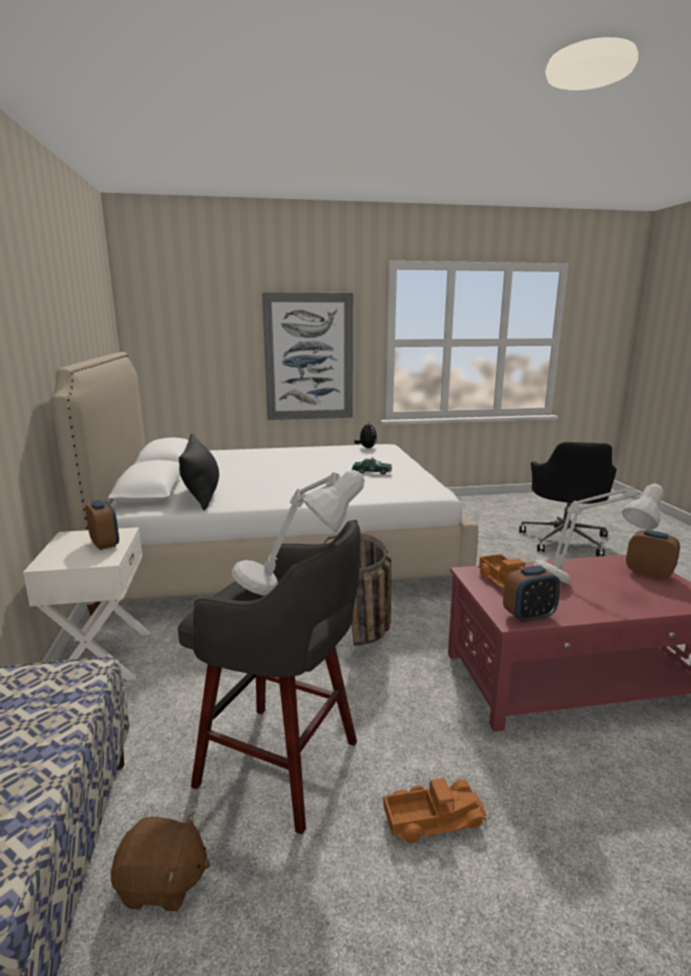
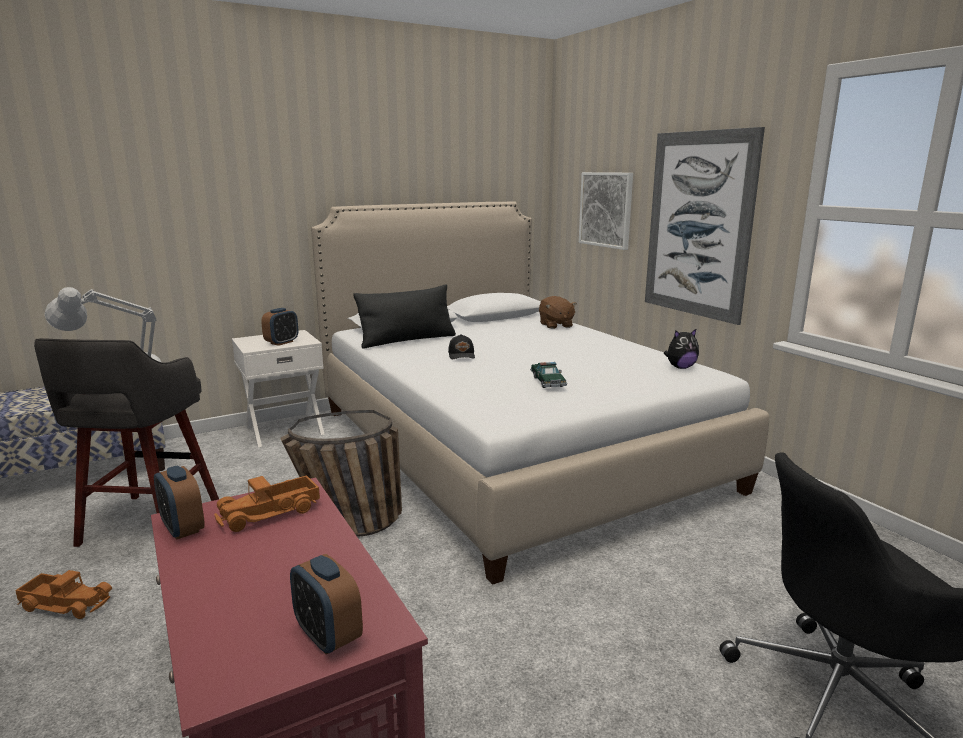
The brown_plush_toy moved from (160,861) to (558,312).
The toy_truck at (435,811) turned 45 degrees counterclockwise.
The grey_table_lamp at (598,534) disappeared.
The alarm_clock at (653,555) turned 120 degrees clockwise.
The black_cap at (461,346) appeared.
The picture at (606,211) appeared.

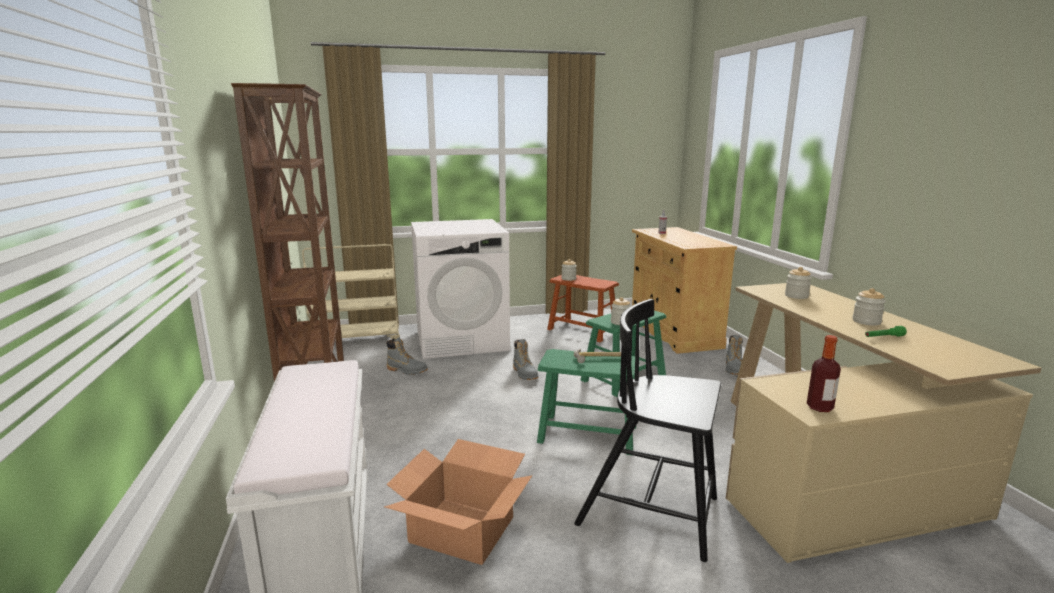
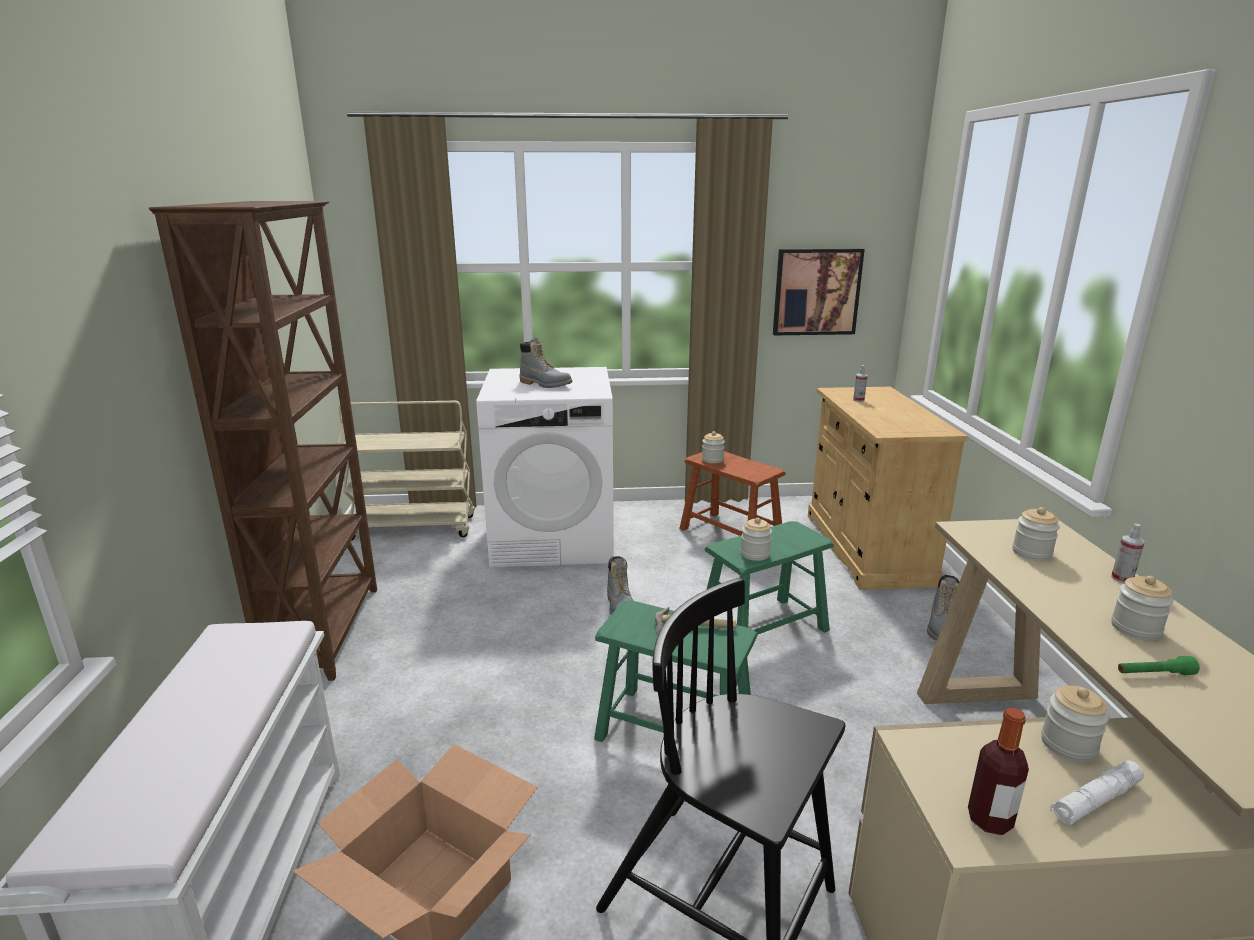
The grey_boot moved from (407,356) to (546,362).
The picture at (819,292) appeared.
The jar at (1075,724) appeared.
The white_flashlight at (1097,793) appeared.
The spray_bottle at (1128,553) appeared.

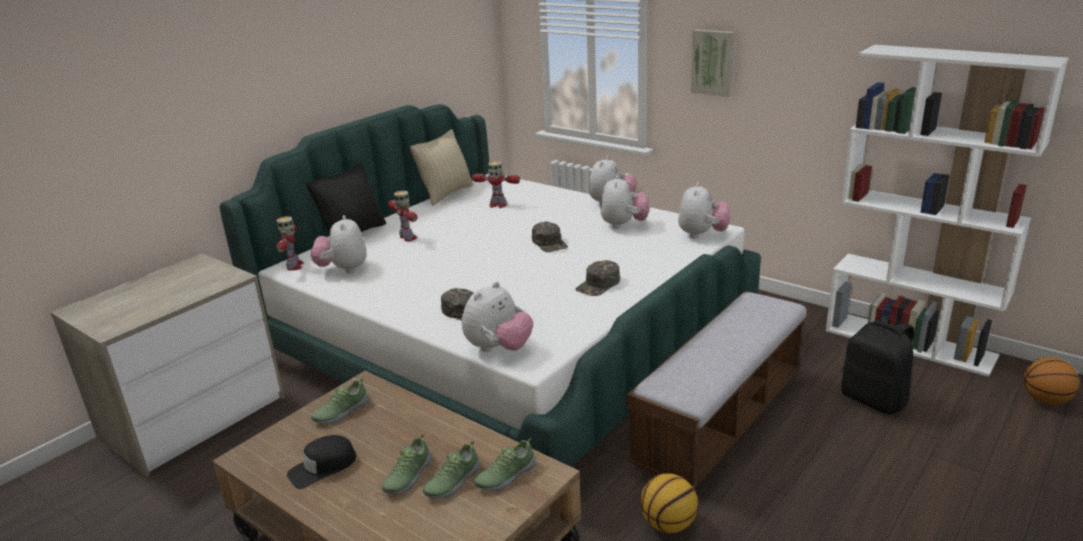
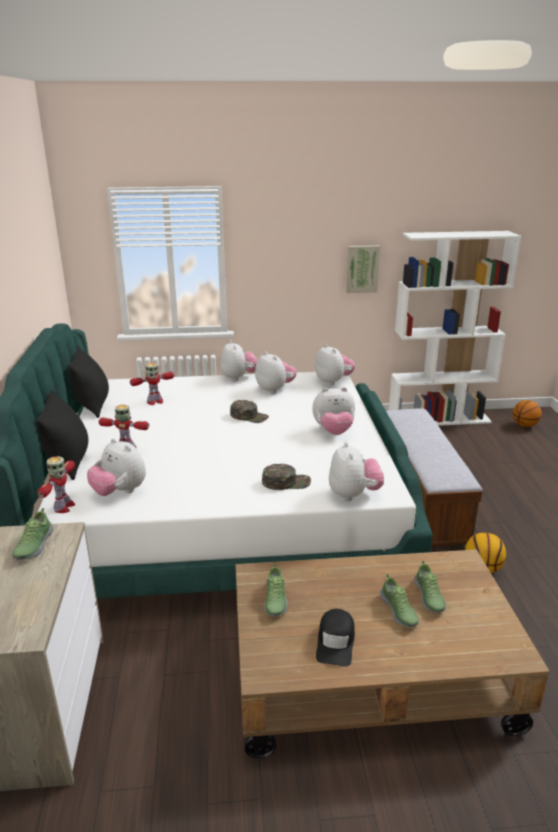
The toy_robot at (290,243) turned 60 degrees clockwise.
The beige_pillow at (441,167) became the black_pillow at (88,381).
The shoe moved from (505,464) to (32,534).
The green_cap at (597,278) was replaced by the plush_toy at (333,411).
The picture moved from (713,63) to (363,269).
The black_backpack at (878,364) disappeared.

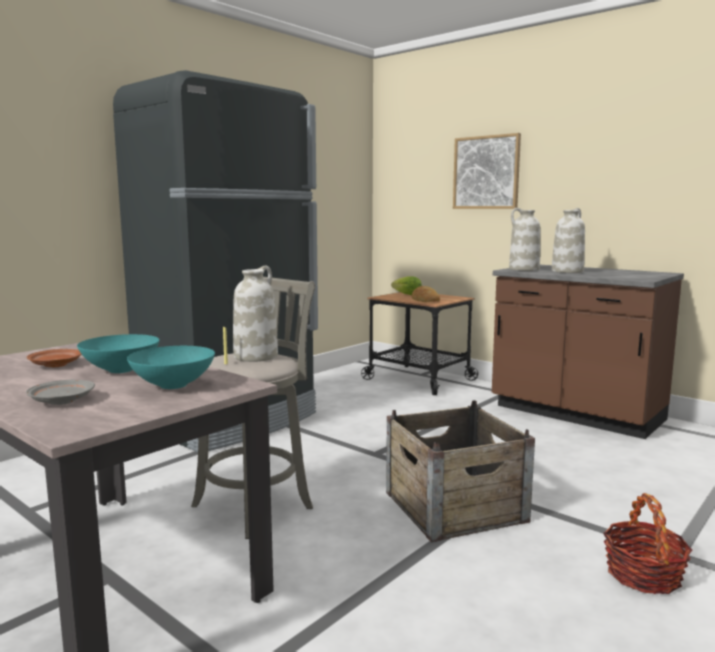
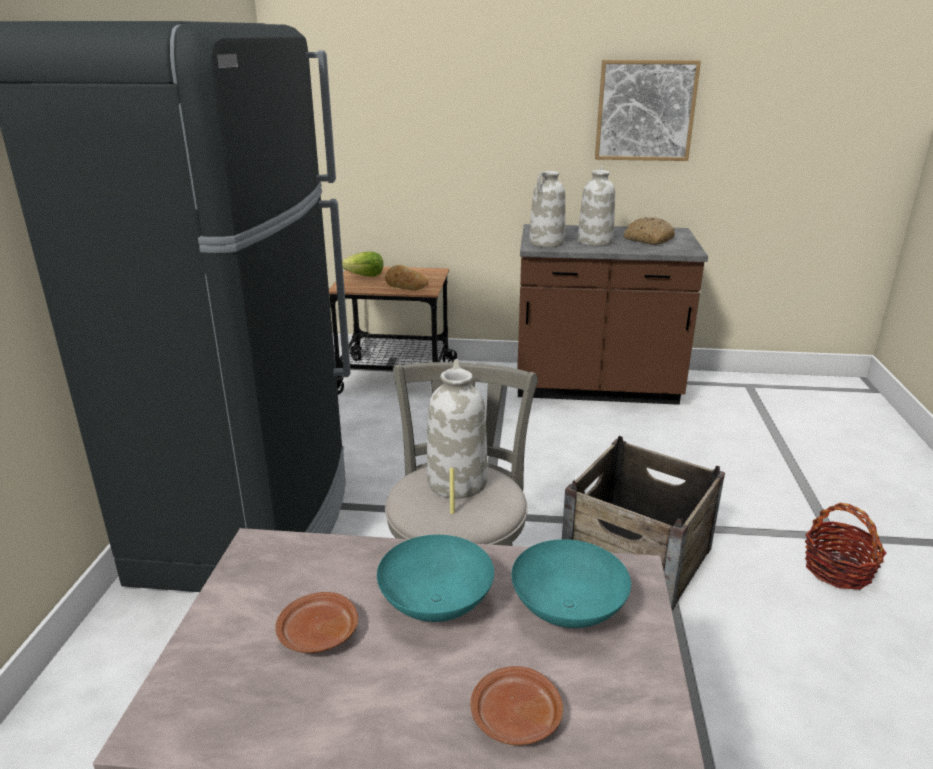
The grey_plate at (60,392) became the brown_plate at (516,705).
The picture moved from (487,171) to (648,110).
The bread at (649,231) appeared.

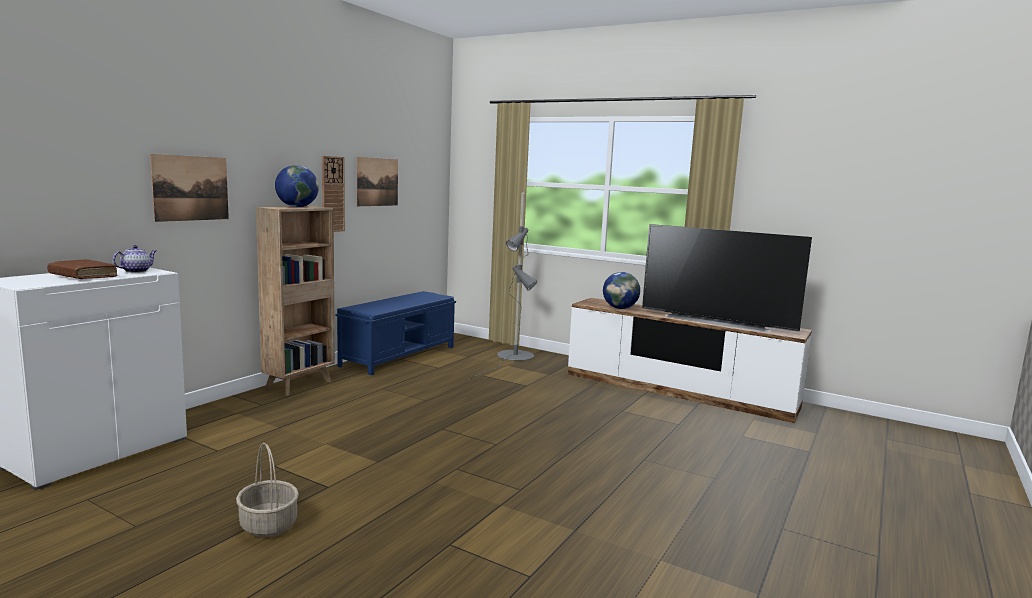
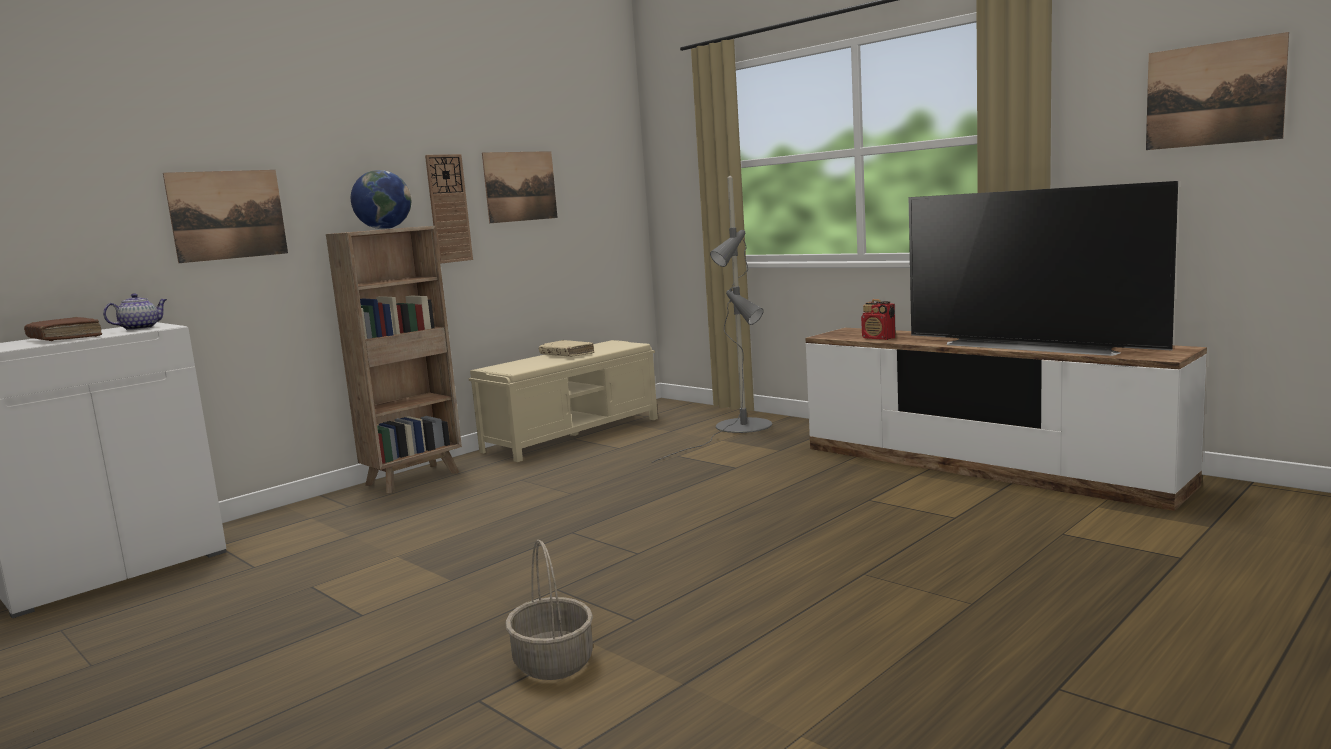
The basket moved from (267,490) to (549,610).
The blue_bench at (395,333) became the beige_bench at (563,401).
The globe at (621,290) was replaced by the radio at (878,319).
The beige_book at (566,348) appeared.
The picture at (1217,91) appeared.

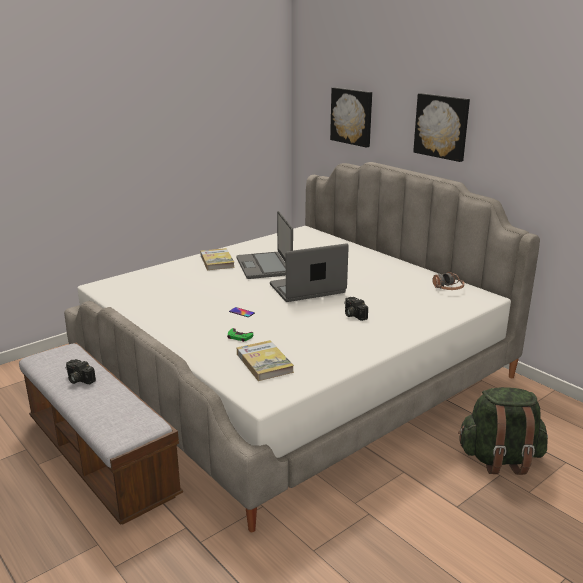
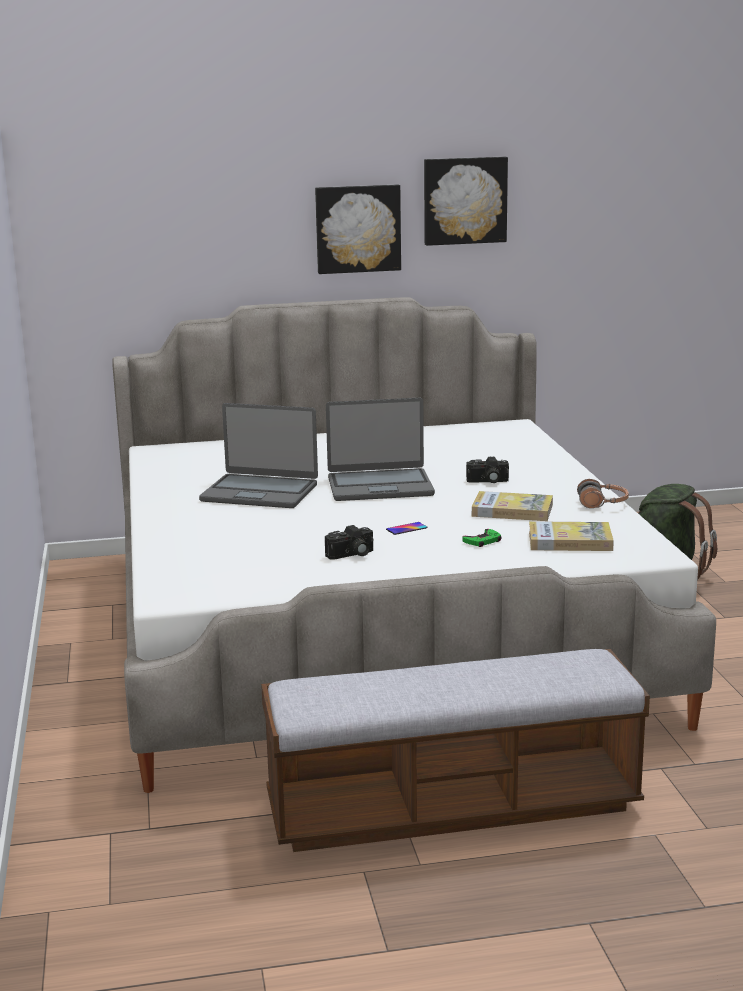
The photo_camera moved from (80,371) to (349,542).
The book moved from (217,259) to (512,506).
The laptop at (309,272) turned 105 degrees counterclockwise.
The picture moved from (351,117) to (466,201).
The headphones moved from (448,281) to (603,493).

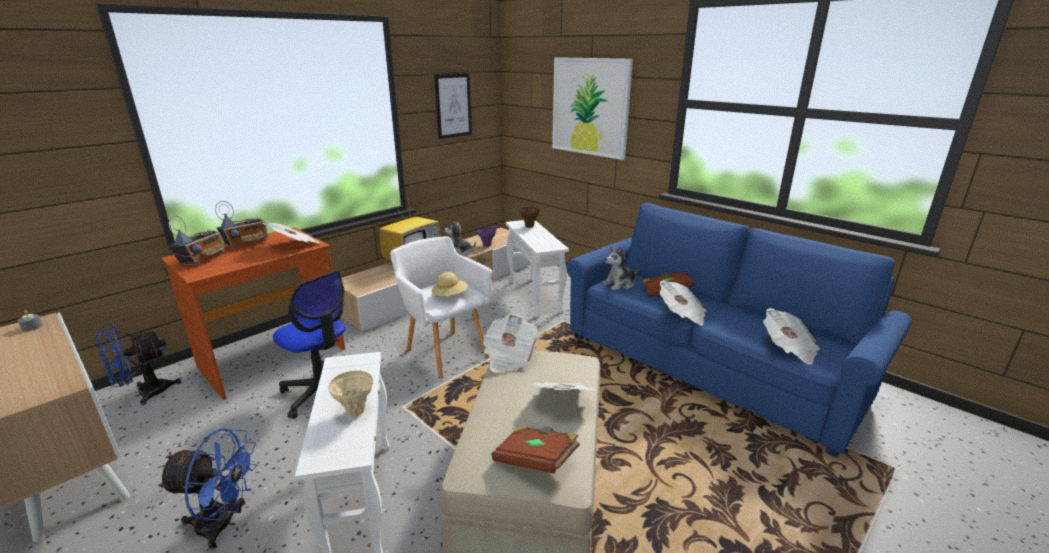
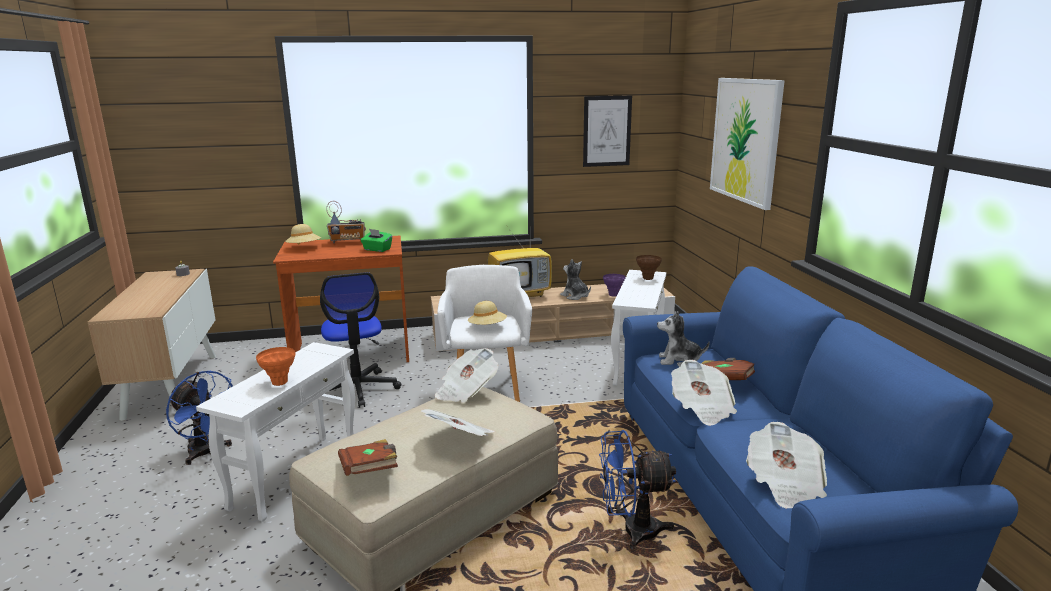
The blue_fan moved from (138,364) to (637,489).
The radio at (196,241) was replaced by the beige_hat at (303,234).
The newspaper at (291,233) was replaced by the green_tissue_box at (376,240).
The beige_vase at (350,394) became the orange_vase at (275,366).

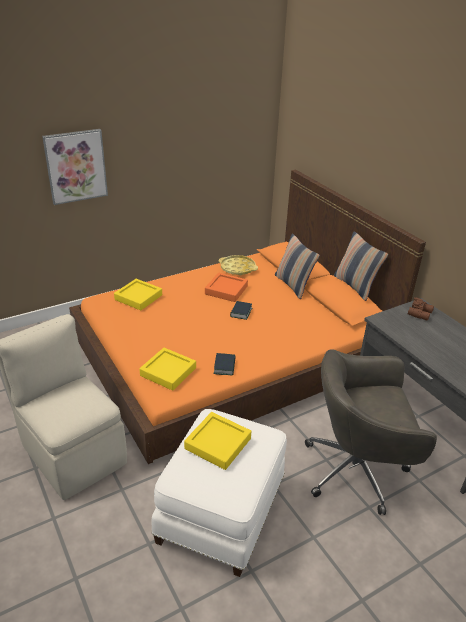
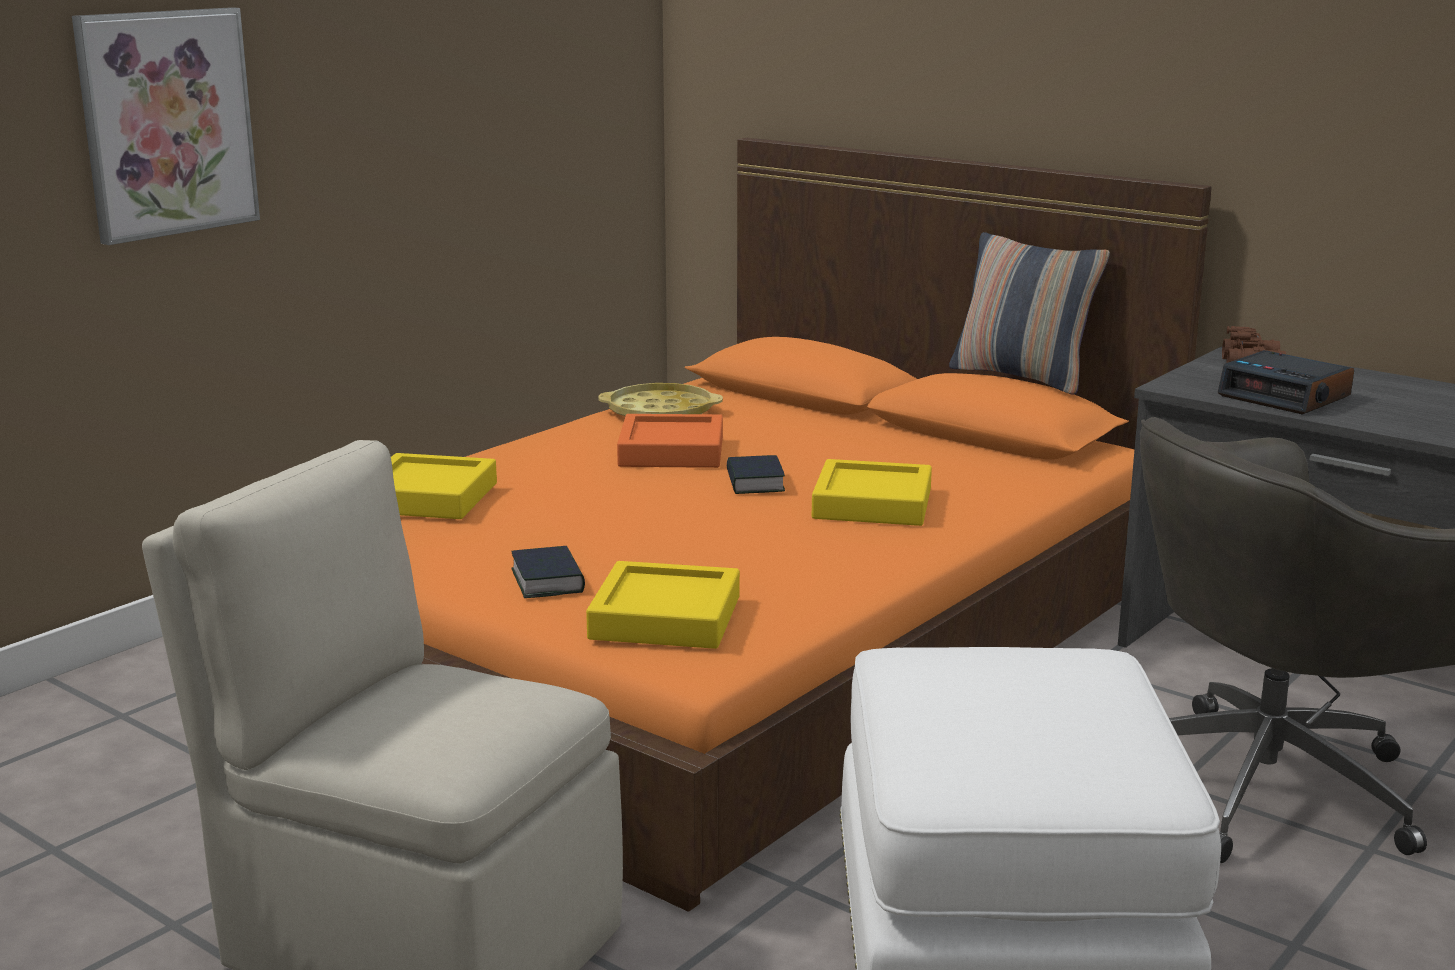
The yellow_tray moved from (217,441) to (872,492).
The book moved from (224,364) to (548,572).
The pillow at (297,266) disappeared.
The alarm_clock at (1286,382) appeared.

